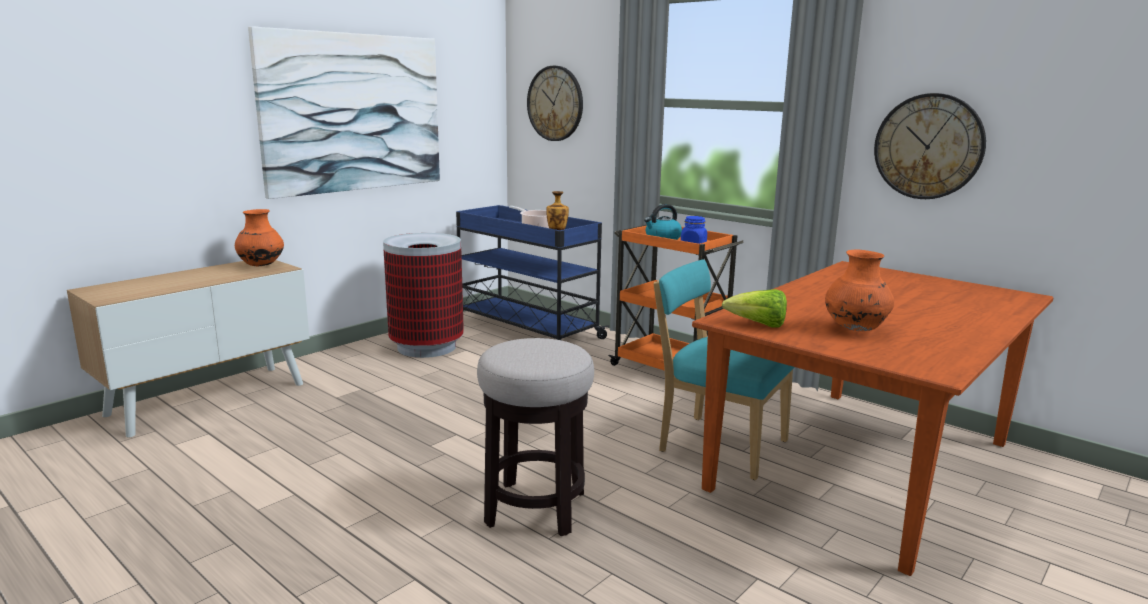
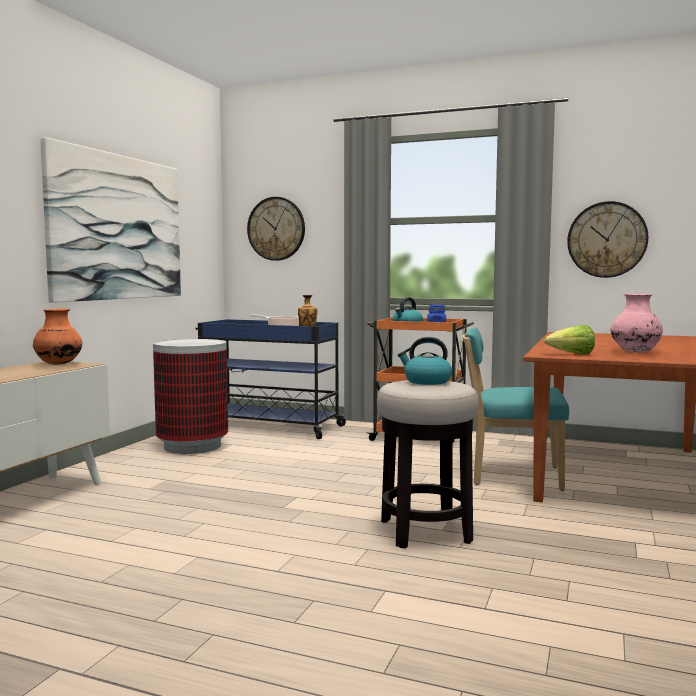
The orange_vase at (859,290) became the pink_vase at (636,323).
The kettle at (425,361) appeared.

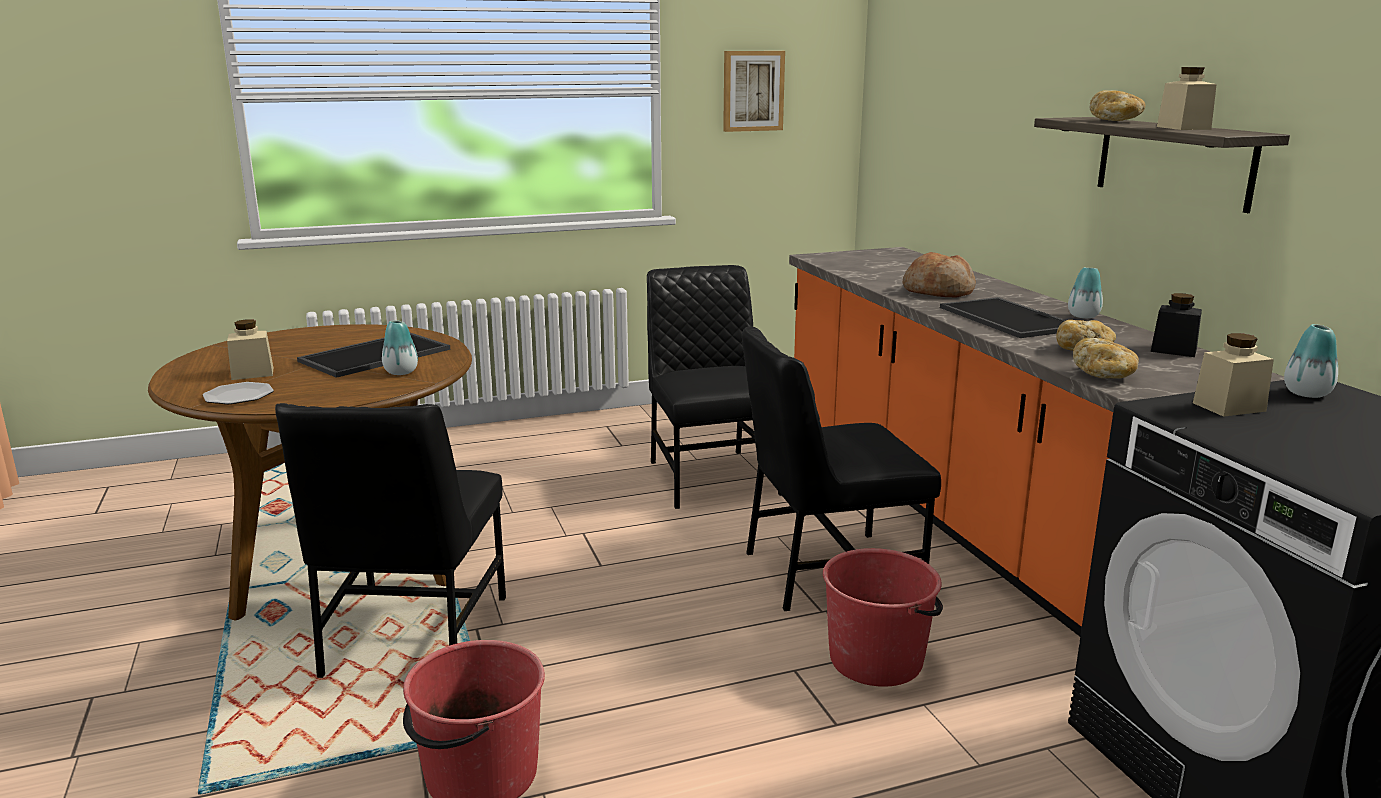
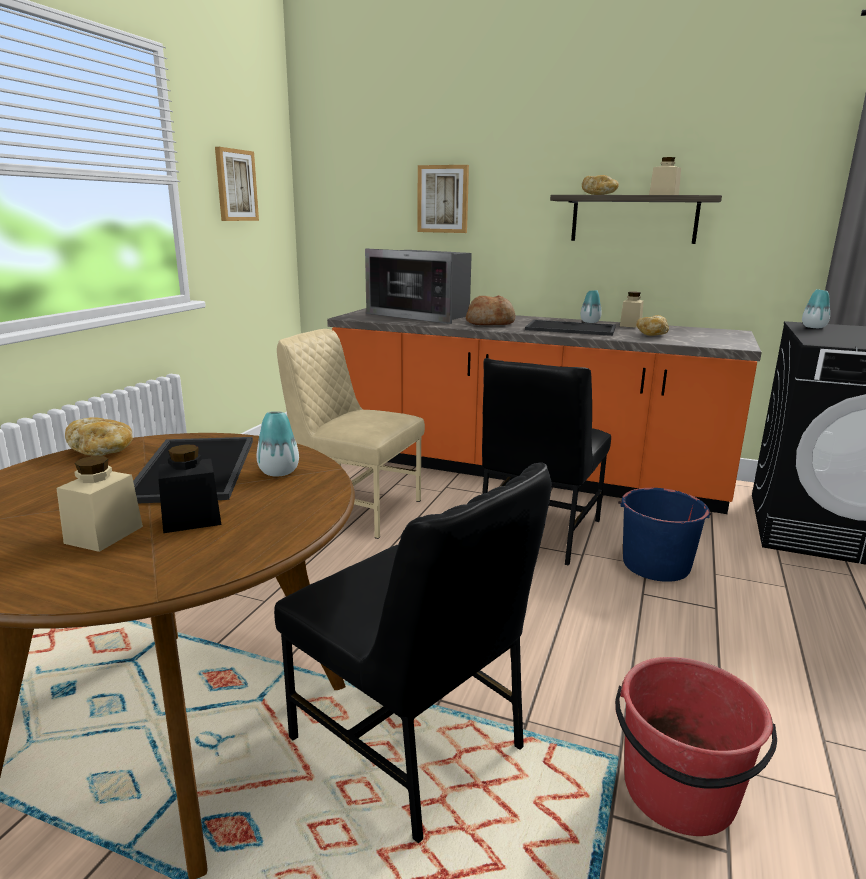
The plate at (238,393) disappeared.
The black_chair at (714,387) became the beige_chair at (351,434).
The red_bucket at (883,617) became the blue_bucket at (664,535).
The bread moved from (1106,358) to (99,437).
The black_jar moved from (1176,325) to (189,489).
The beige_jar moved from (1233,375) to (632,310).
The microwave at (418,286) appeared.
The picture at (443,199) appeared.

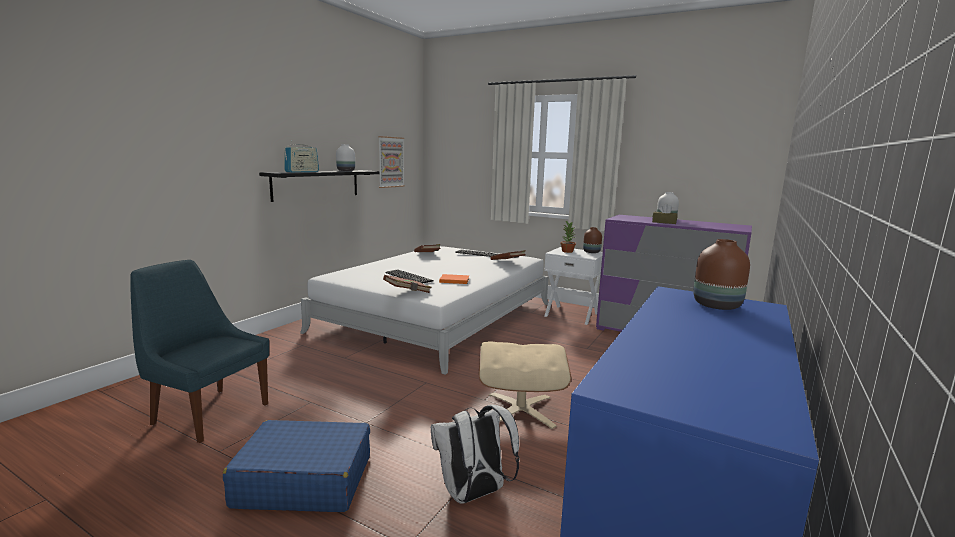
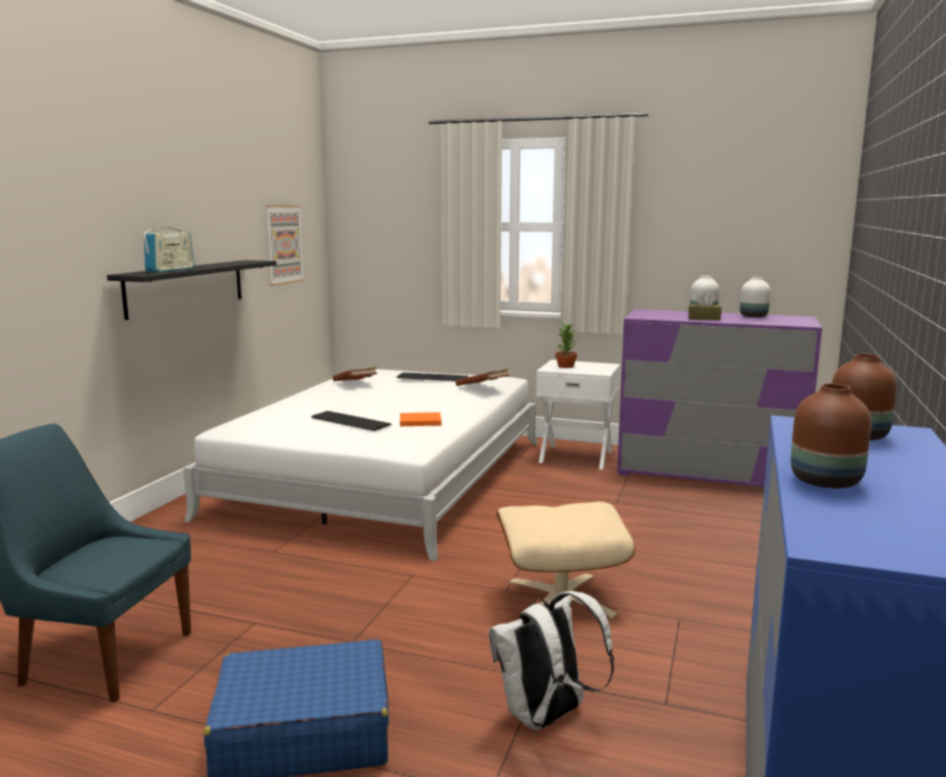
The white_vase moved from (345,157) to (755,297).
The brown_book at (407,284) disappeared.
The brown_vase moved from (592,240) to (831,436).

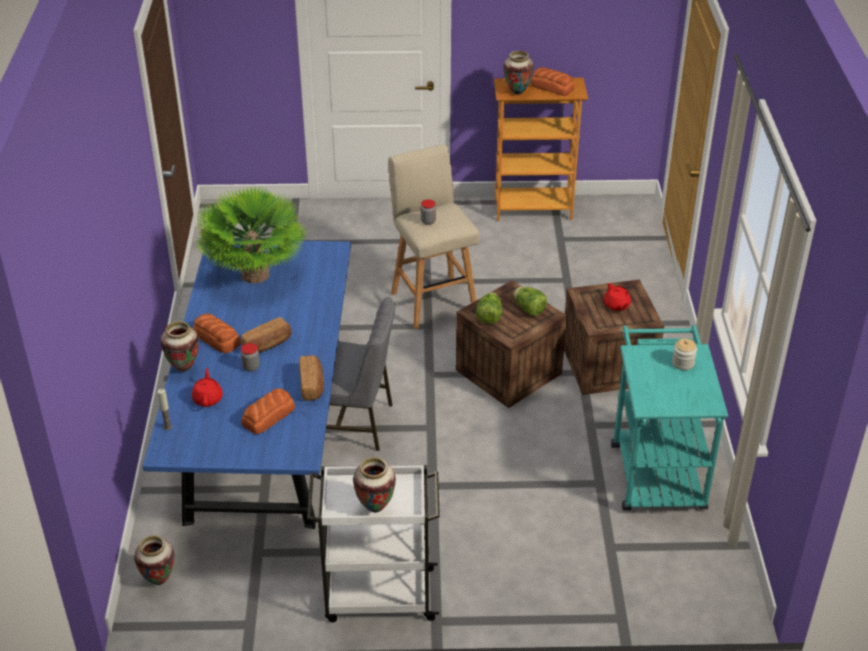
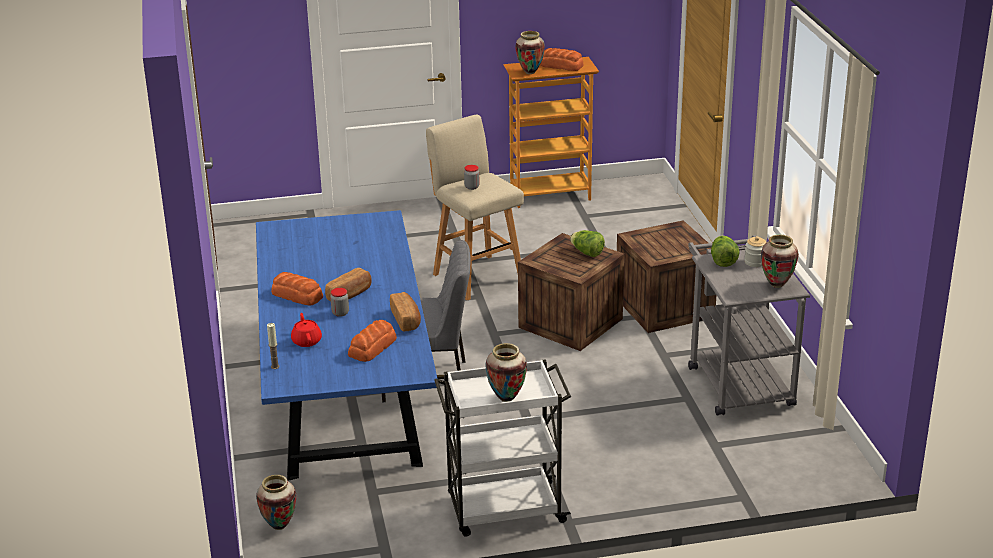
The vase moved from (180,346) to (780,261).
The potted_plant at (252,234) disappeared.
The lettuce moved from (489,308) to (725,251).
The red_teapot at (617,297) disappeared.
The turquoise_cart at (669,418) became the grey_cart at (749,325).

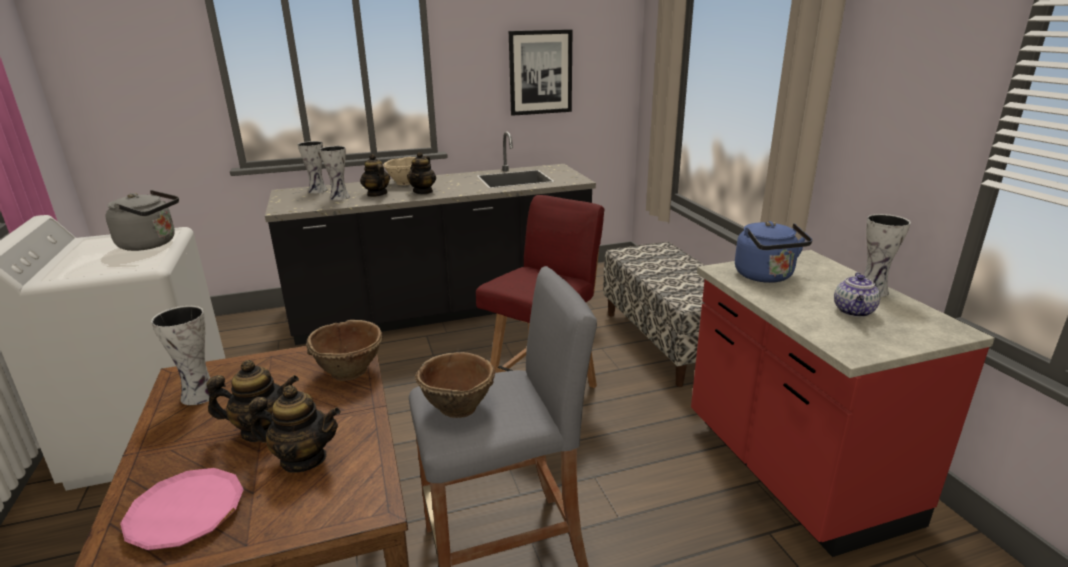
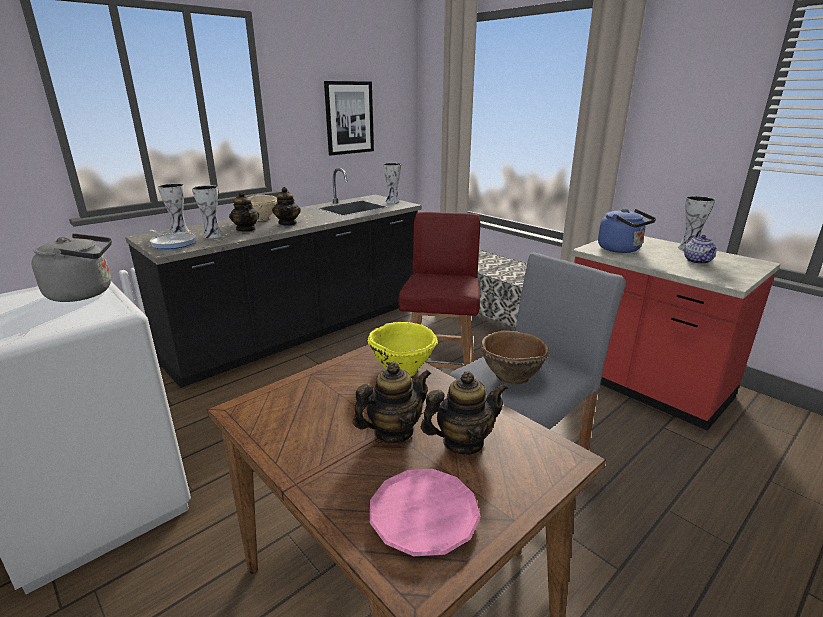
The vase moved from (180,355) to (392,183).
The brown_bowl at (344,350) became the yellow_bowl at (402,349).
The teapot at (375,175) turned 150 degrees counterclockwise.
The frying_pan at (173,239) appeared.

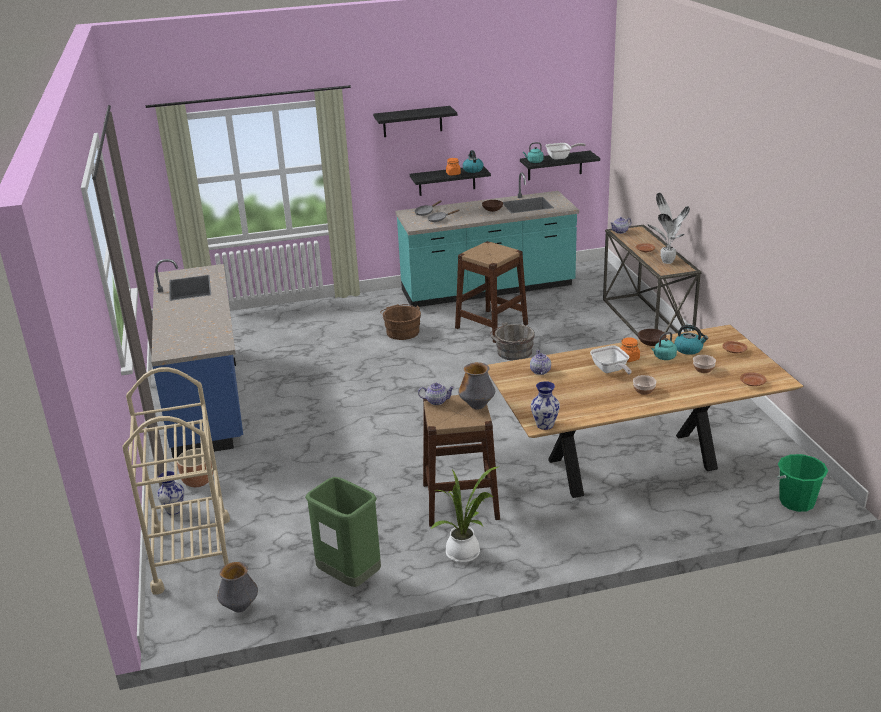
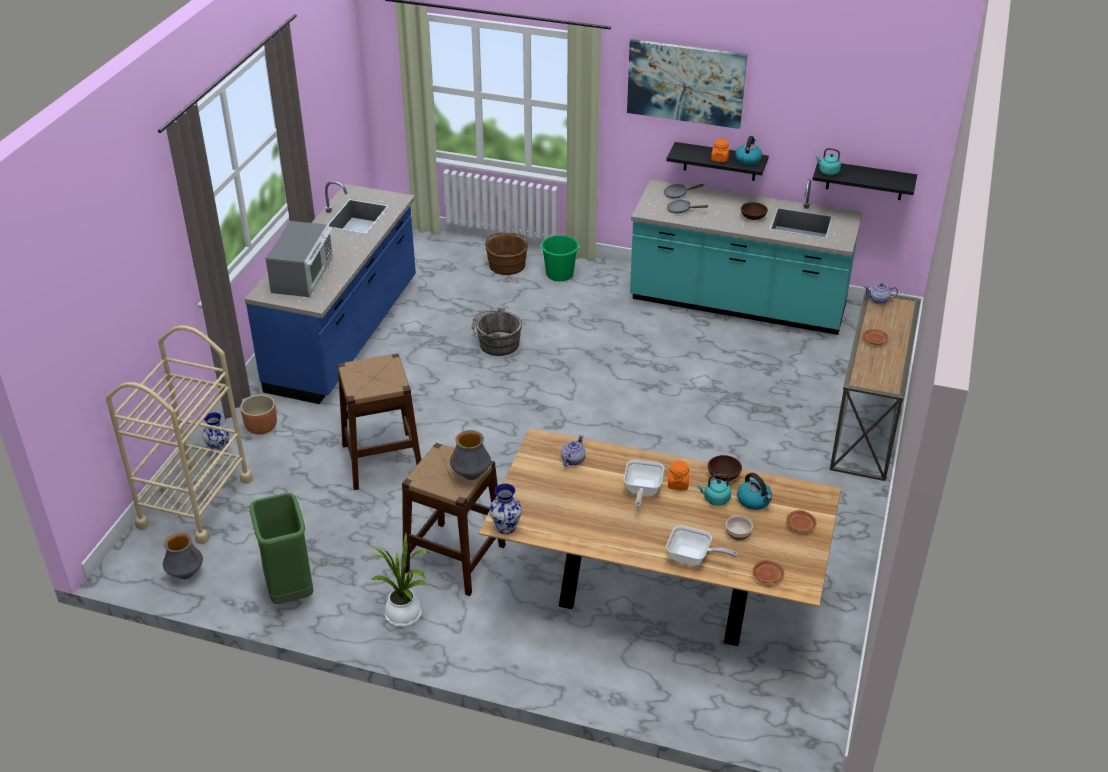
The black_shelf at (415,121) was replaced by the picture at (687,84).
The brown_bucket moved from (400,322) to (507,254).
The teapot at (436,394) disappeared.
The brown_stool moved from (491,292) to (379,421).
The grey_bucket moved from (512,341) to (496,332).
The frying_pan moved from (565,151) to (702,545).
The bowl at (645,385) disappeared.
The potted_plant at (668,228) disappeared.
The green_bucket moved from (802,483) to (560,258).
The microwave at (299,259) appeared.

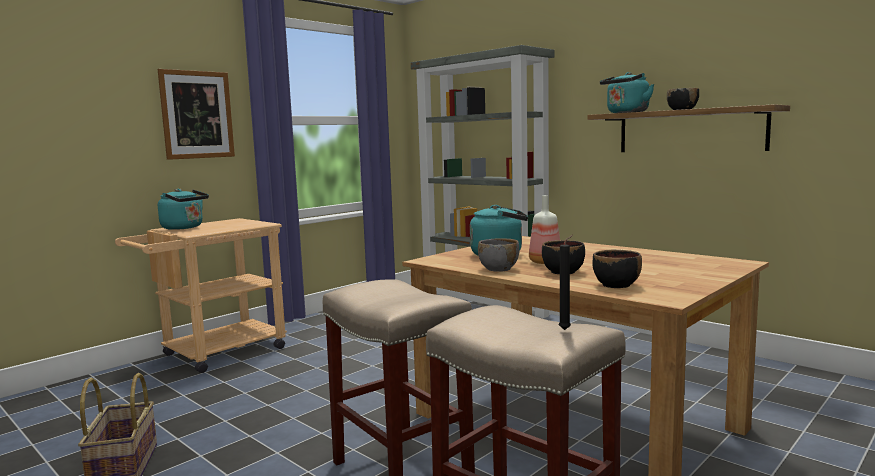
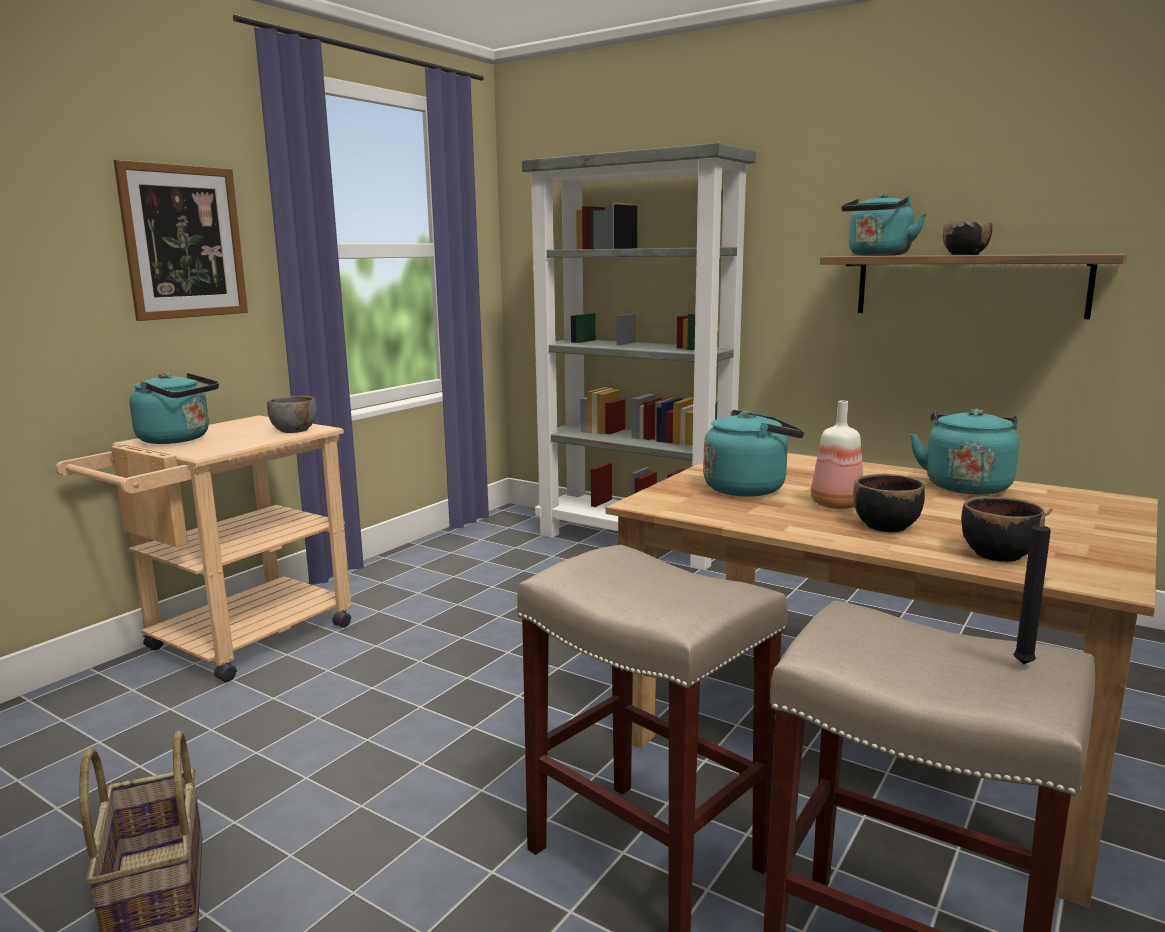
The grey_bowl moved from (498,255) to (292,414).
The turquoise_kettle at (964,451) appeared.

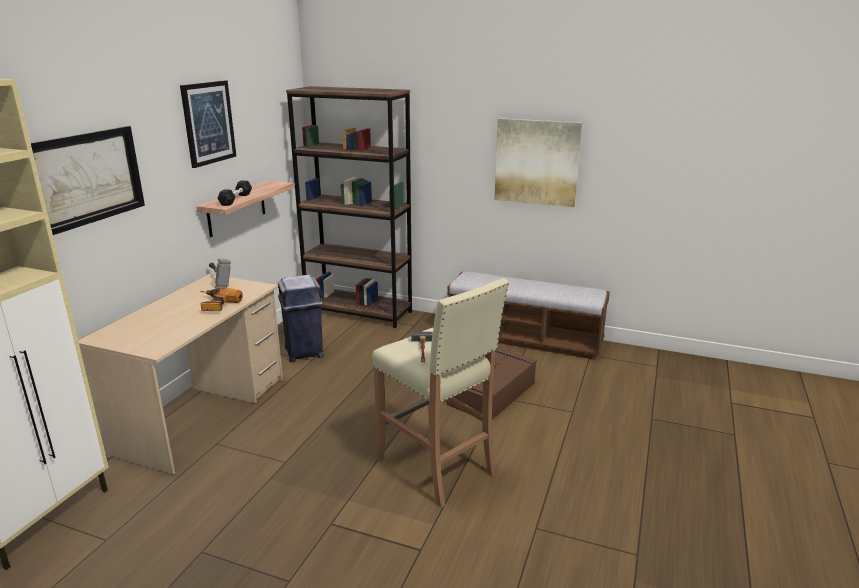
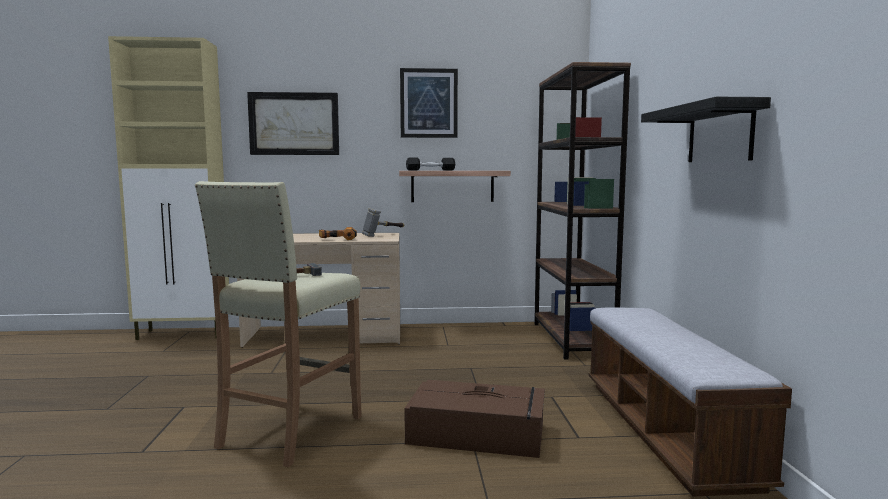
The blue_trash_can at (301,318) disappeared.
The picture at (538,162) was replaced by the black_shelf at (706,129).

